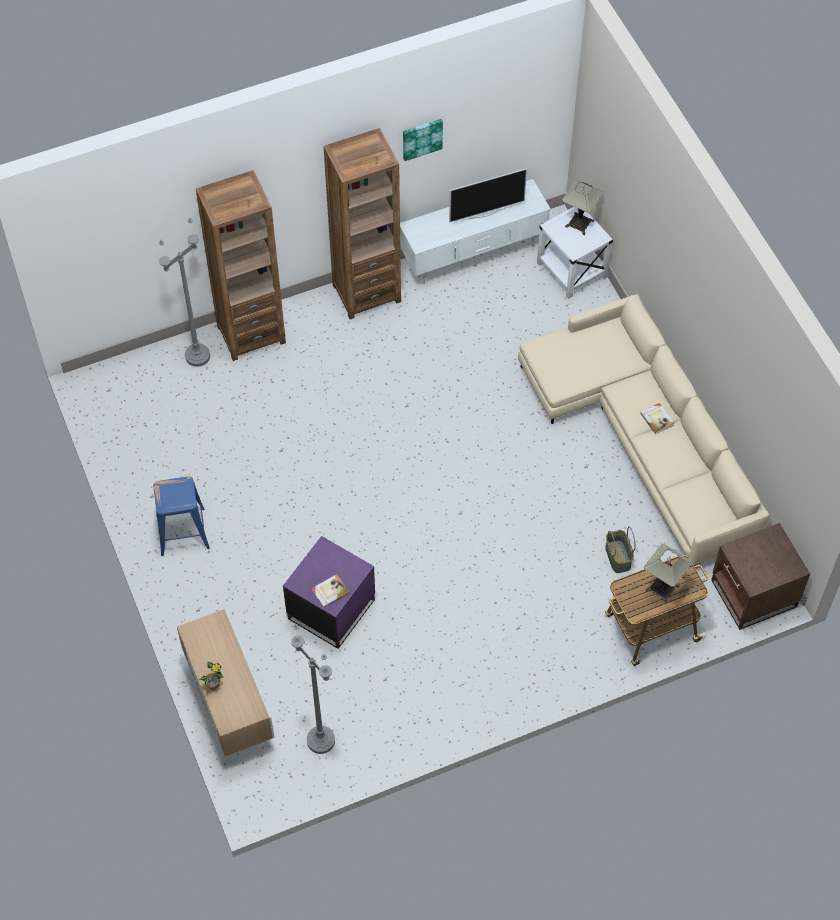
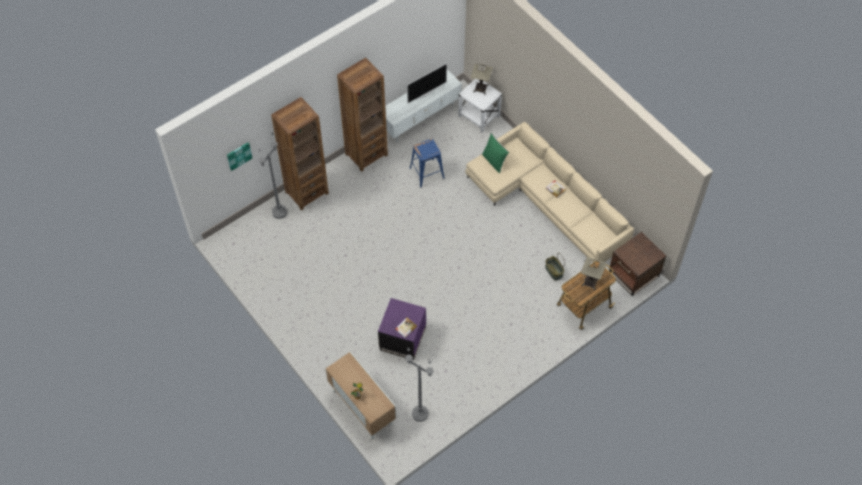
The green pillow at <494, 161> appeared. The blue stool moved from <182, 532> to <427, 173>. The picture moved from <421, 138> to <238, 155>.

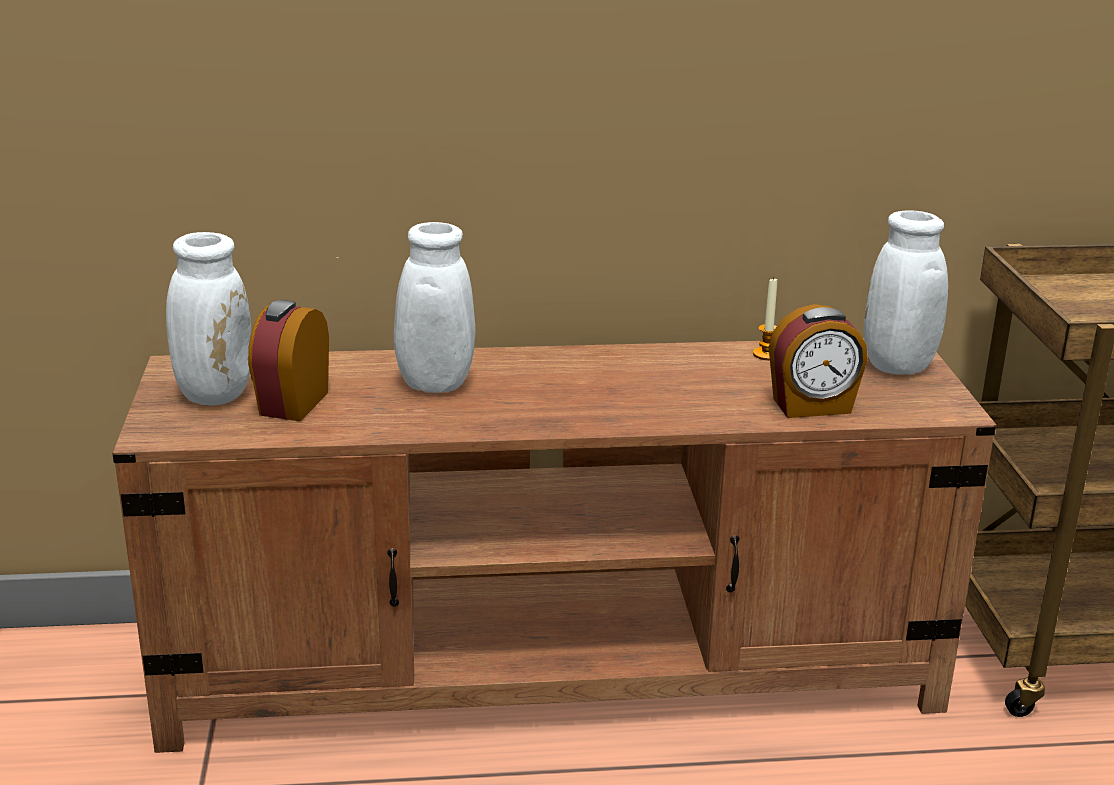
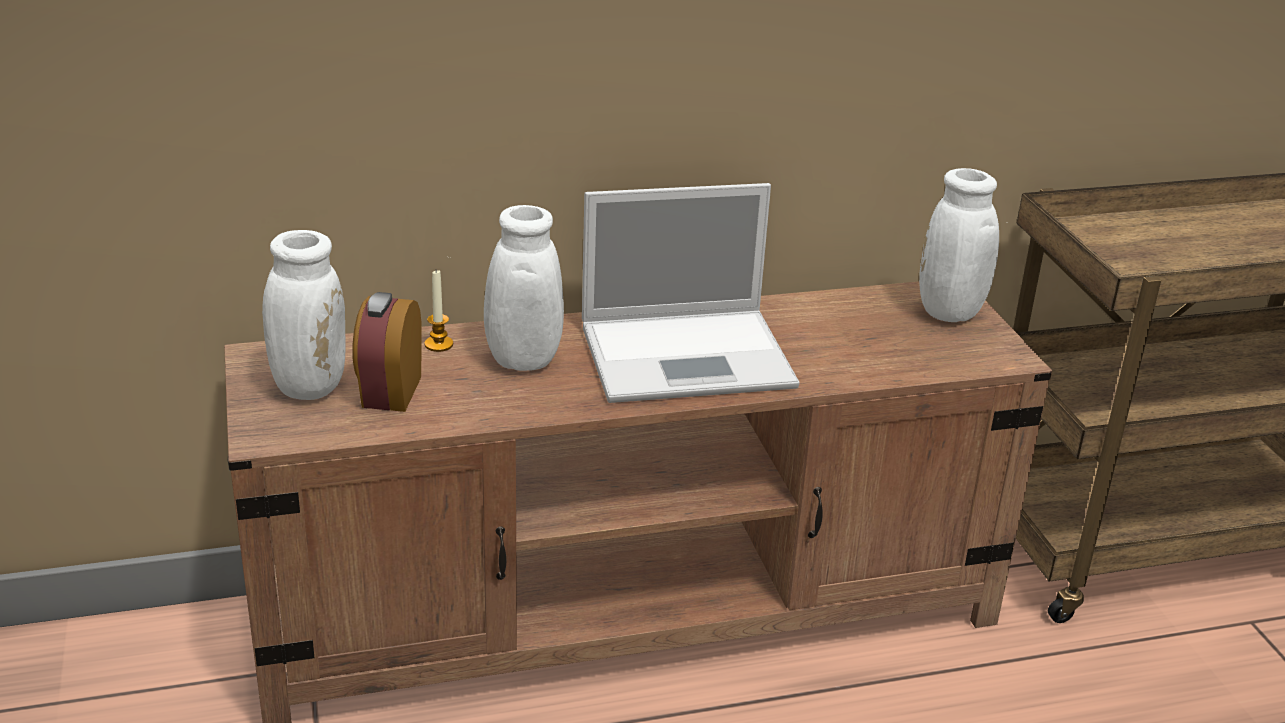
The alarm clock at <812, 407> disappeared. The laptop at <690, 355> appeared. The candle moved from <766, 354> to <439, 344>.

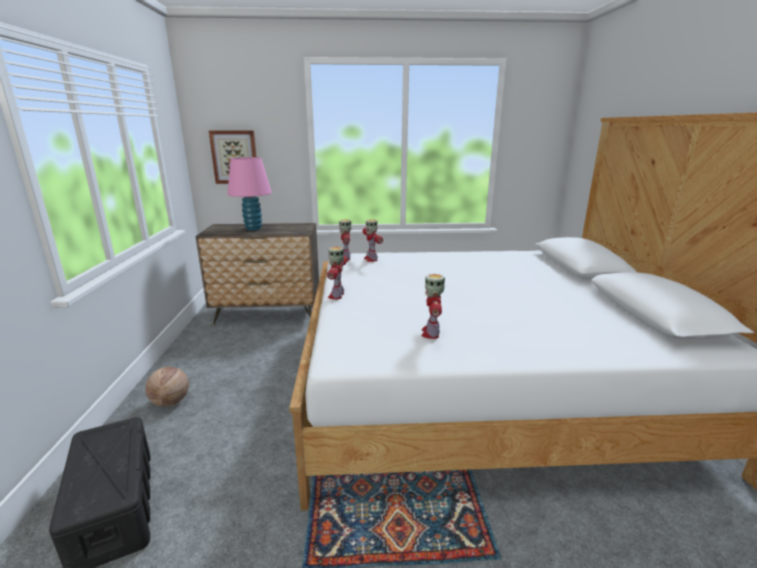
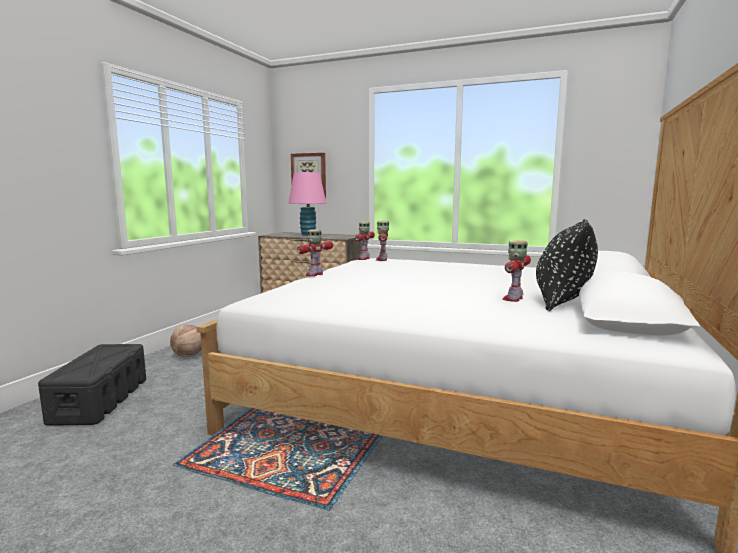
The black pillow at <562, 302> appeared. The toy robot moved from <431, 333> to <514, 299>.

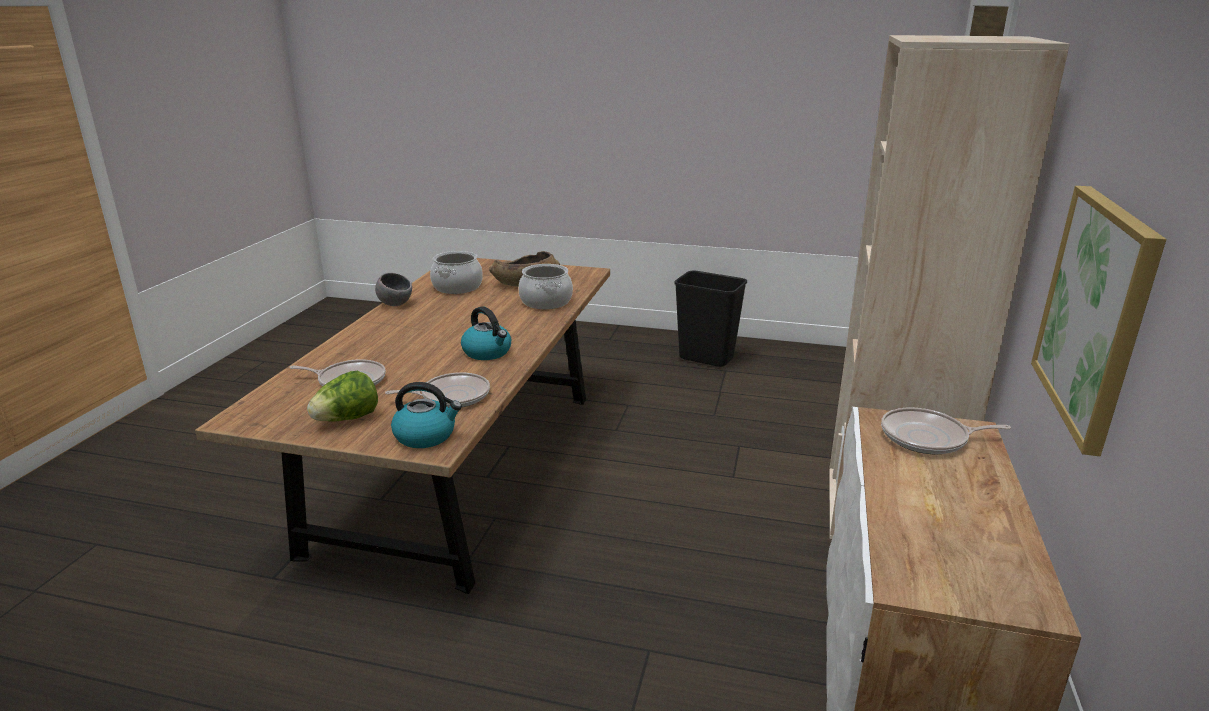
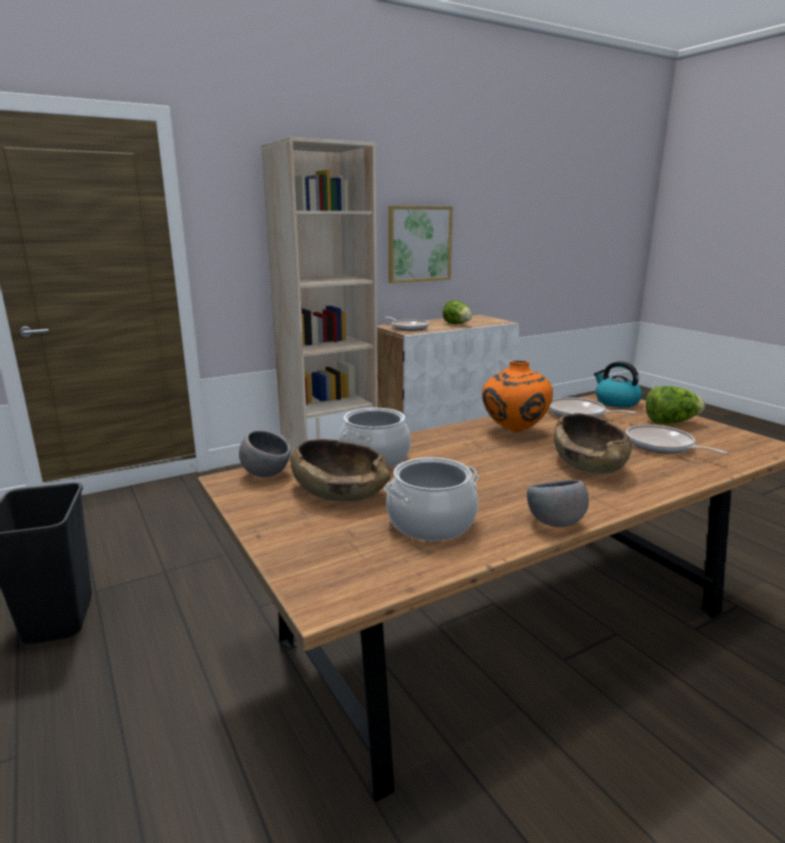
The grey bowl at <266, 474> appeared. The lettuce at <457, 324> appeared. The brown bowl at <589, 464> appeared. The kettle at <488, 352> was replaced by the orange vase at <514, 431>.

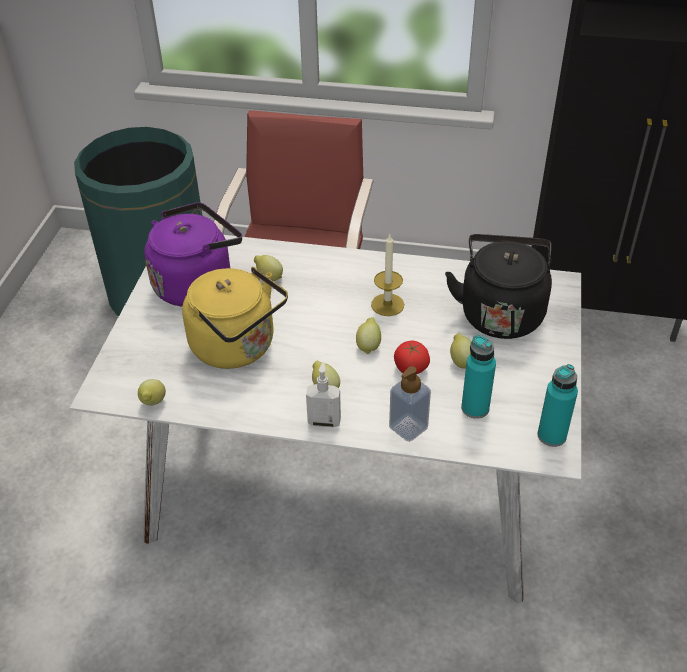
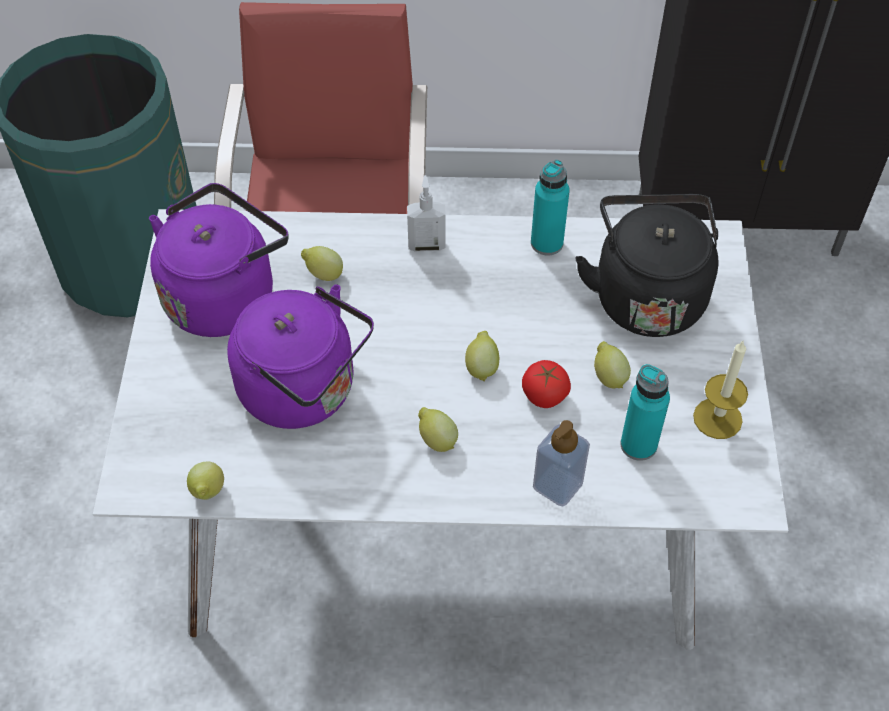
The soap dispenser moved from <324, 421> to <426, 244>. The candle moved from <387, 304> to <717, 418>. The turquoise bottle moved from <551, 435> to <546, 243>. The yellow kettle at <238, 347> became the purple kettle at <305, 391>.

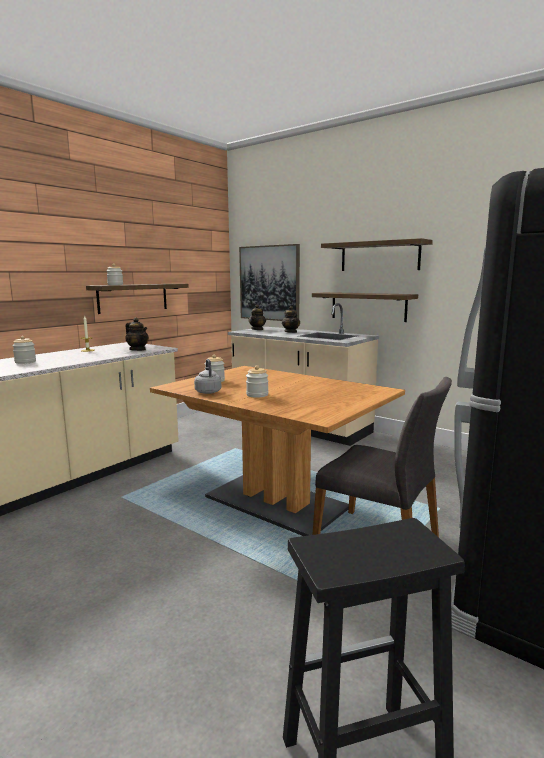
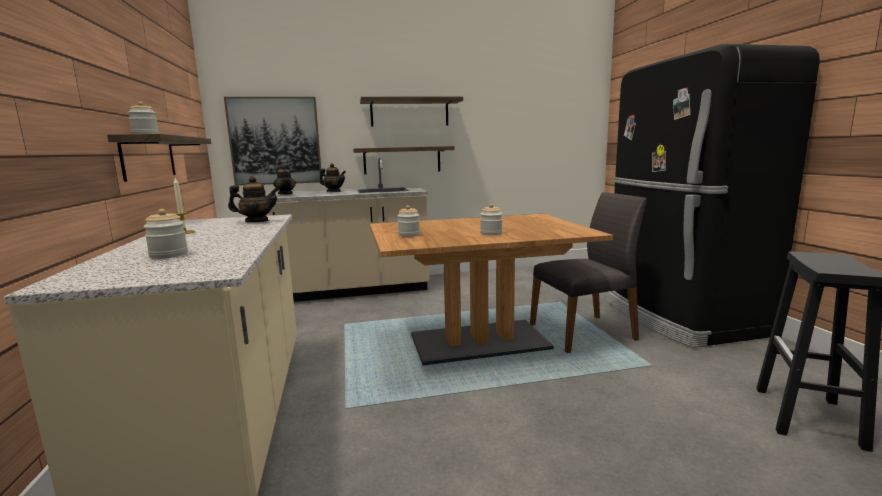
The grey kettle at <208, 391> disappeared.

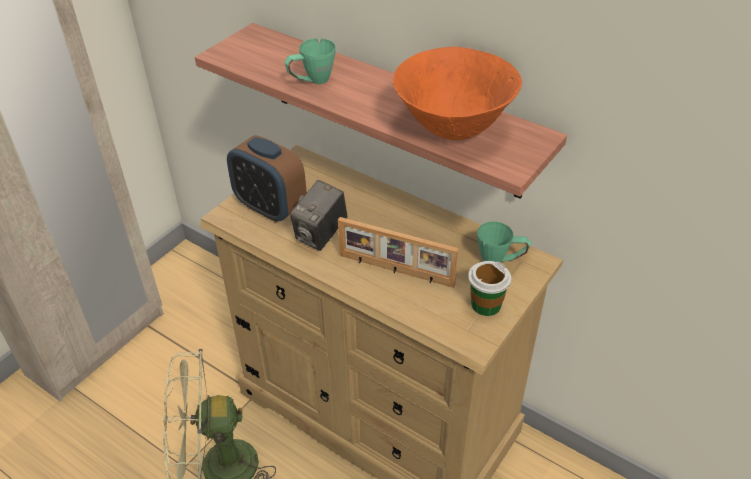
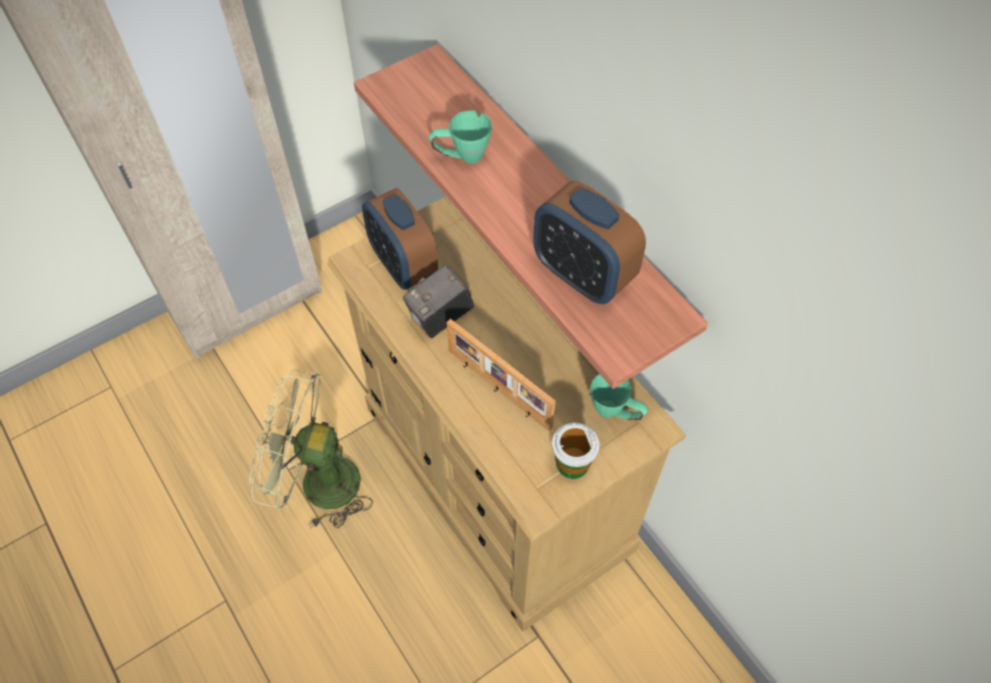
The orange bowl at <453, 128> was replaced by the alarm clock at <582, 275>.

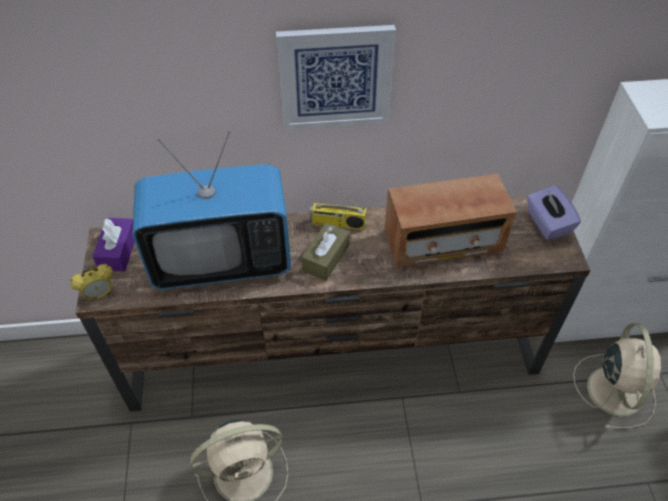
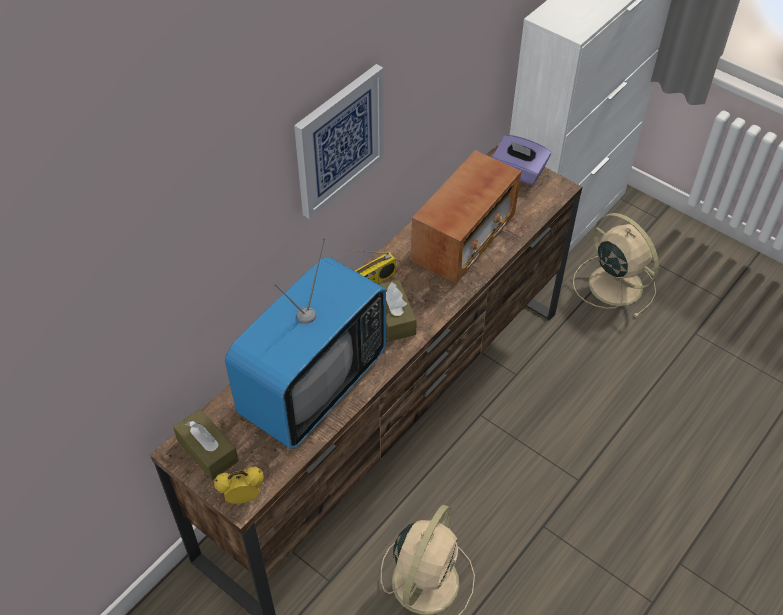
The purple tissue box at <118, 251> became the brown tissue box at <207, 451>. The alarm clock at <100, 295> turned 120 degrees counterclockwise.

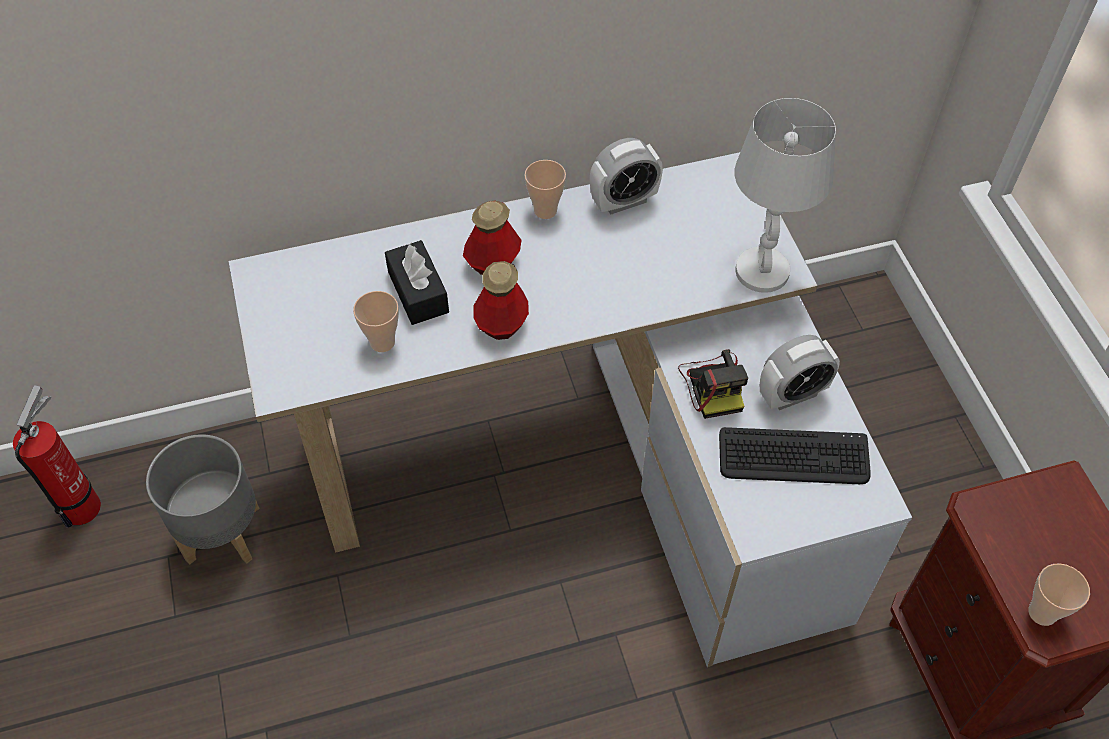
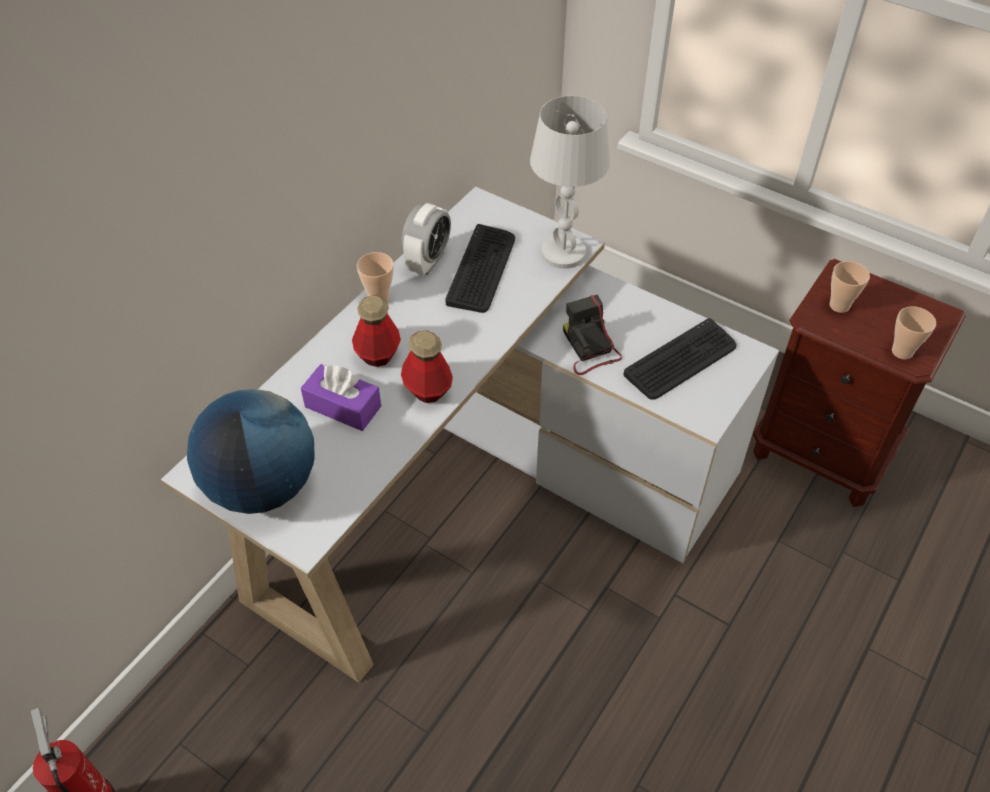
The grey planter at <222, 533> disappeared. The alarm clock at <792, 394> disappeared. The globe at <262, 486> appeared. The keyboard at <481, 269> appeared. The cup moved from <382, 342> to <839, 305>. The black tissue box at <418, 292> became the purple tissue box at <343, 406>. The photo camera at <713, 385> turned 150 degrees counterclockwise.

